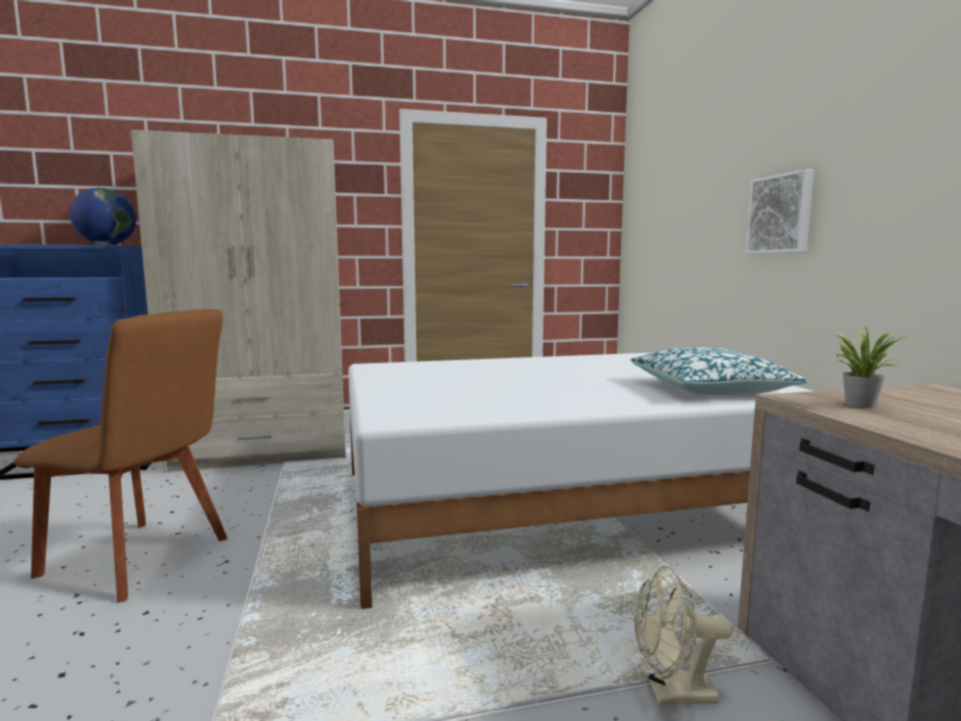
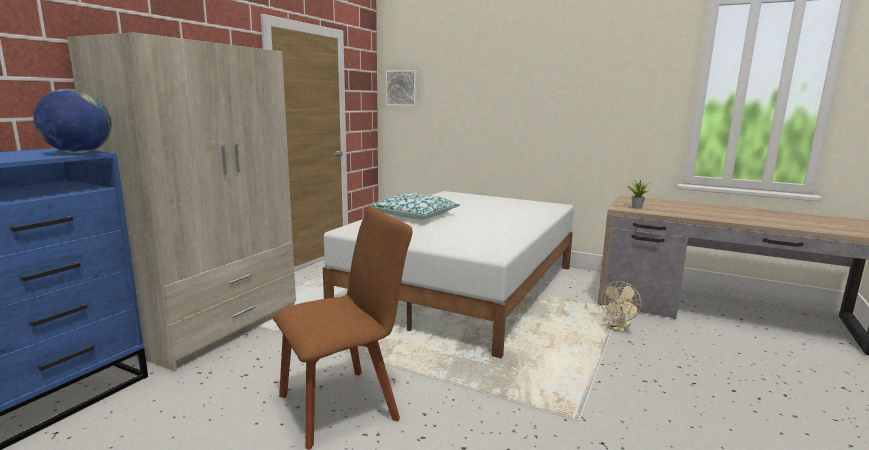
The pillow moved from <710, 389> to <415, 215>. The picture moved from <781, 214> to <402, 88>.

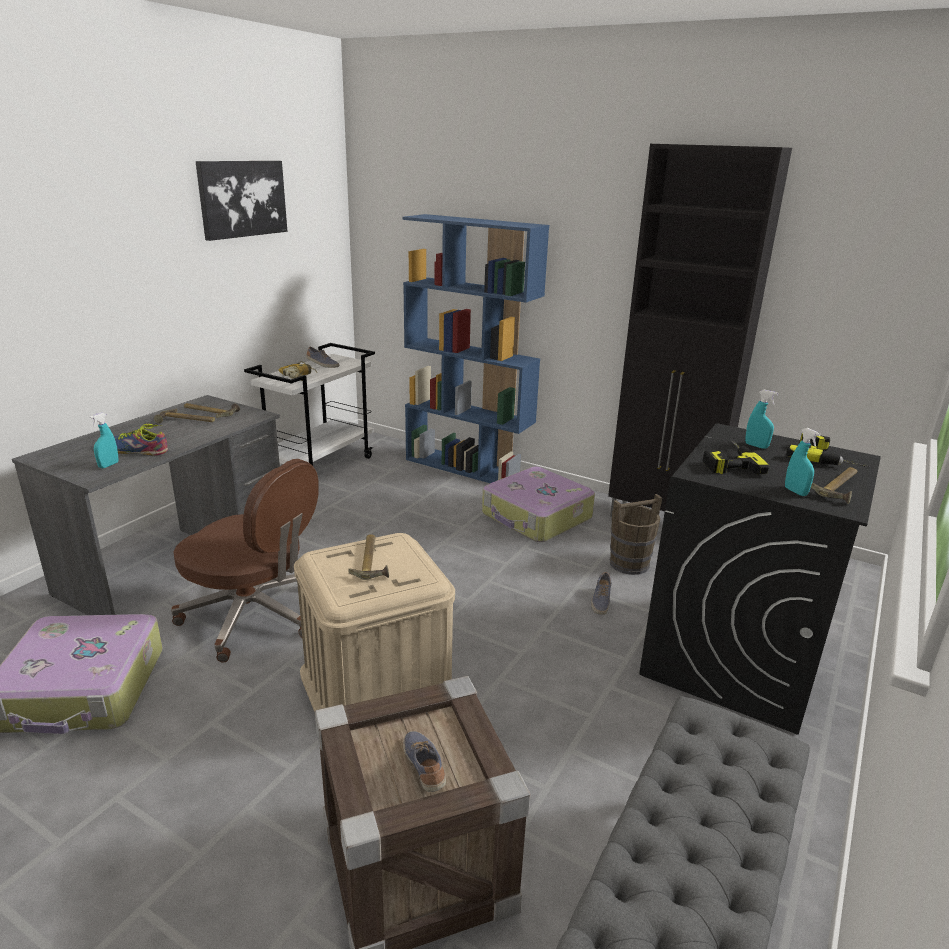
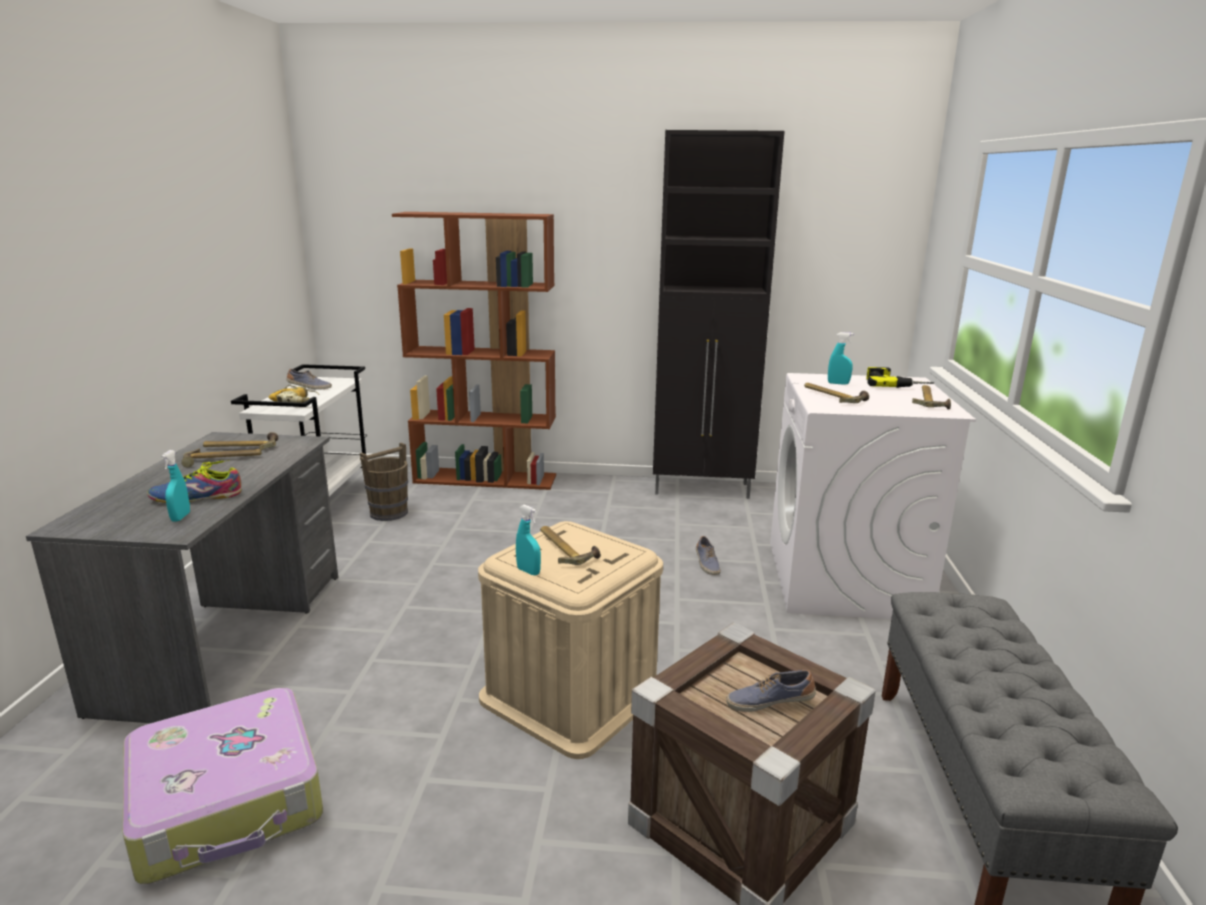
The brown office chair at <254, 617> disappeared. The picture at <242, 198> disappeared. The suitcase at <536, 517> disappeared. The brown bucket moved from <629, 564> to <389, 513>. The turquoise spray bottle moved from <795, 492> to <528, 571>. The power drill at <727, 461> was replaced by the hammer at <833, 396>. The blue bookcase at <468, 468> became the brown bookcase at <486, 479>. The black washing machine at <734, 658> became the white washing machine at <845, 580>. The shoe at <425, 767> turned 45 degrees counterclockwise.

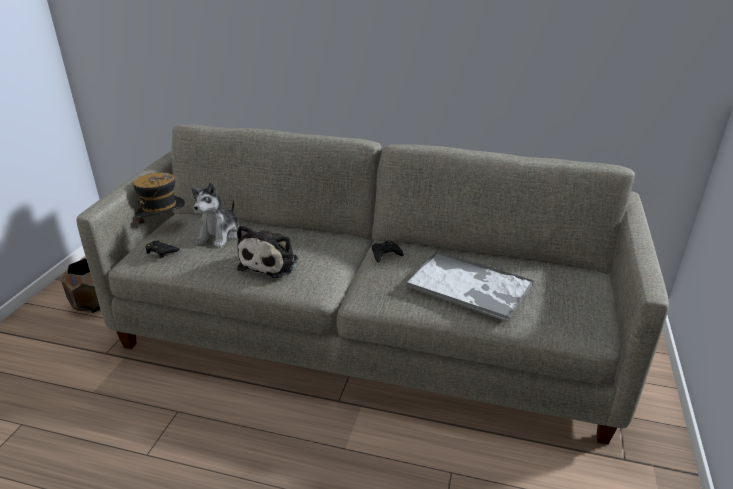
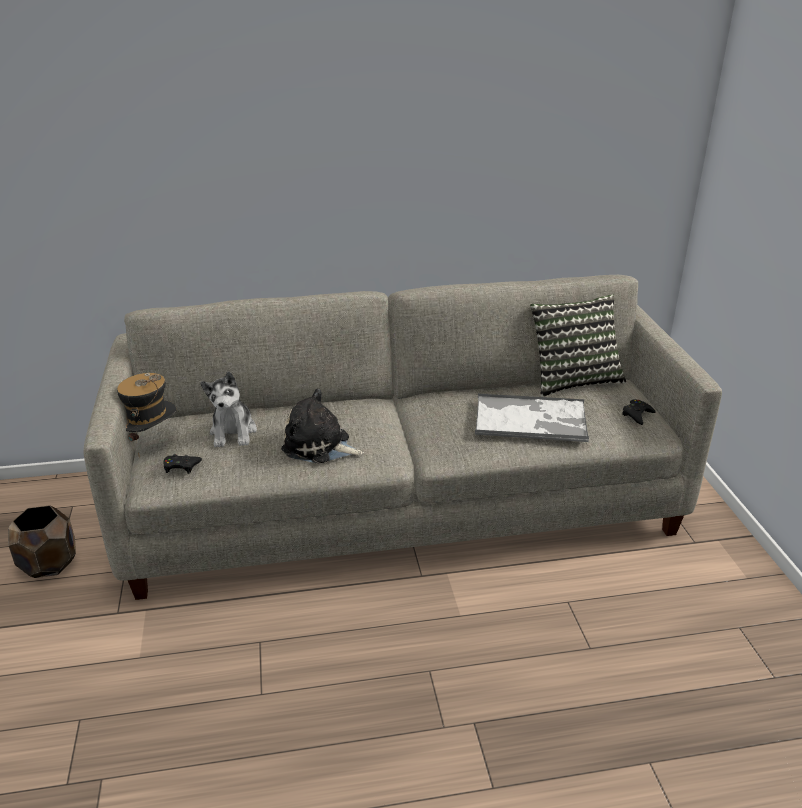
The pillow at <573, 379> appeared. The black game controller moved from <385, 254> to <637, 415>. The plush toy at <271, 262> turned 120 degrees clockwise.

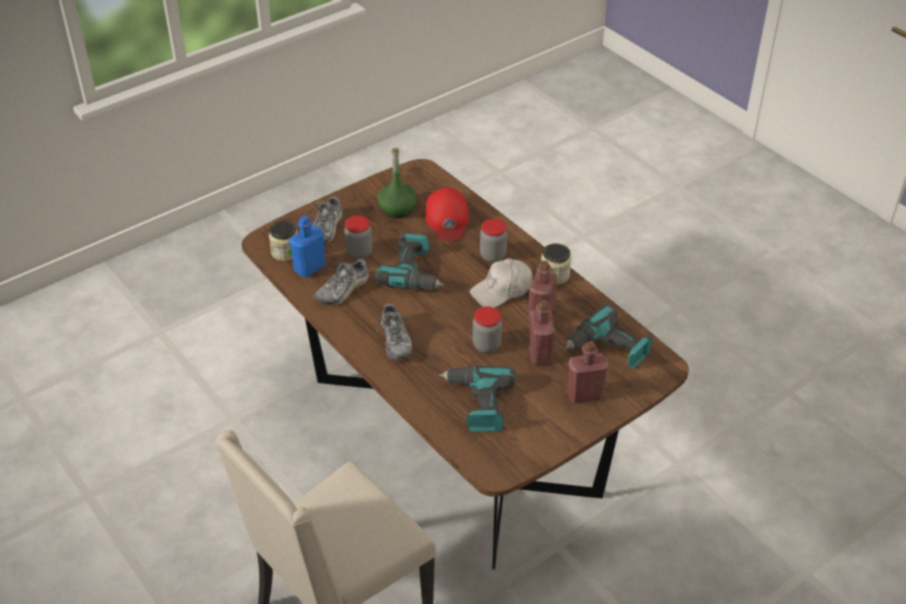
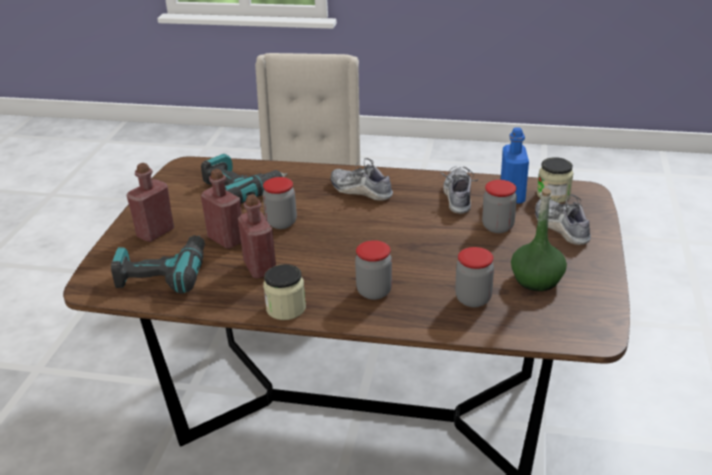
The power drill at <413, 273> disappeared. The white cap at <502, 290> disappeared. The red cap at <447, 219> was replaced by the jar at <473, 299>.

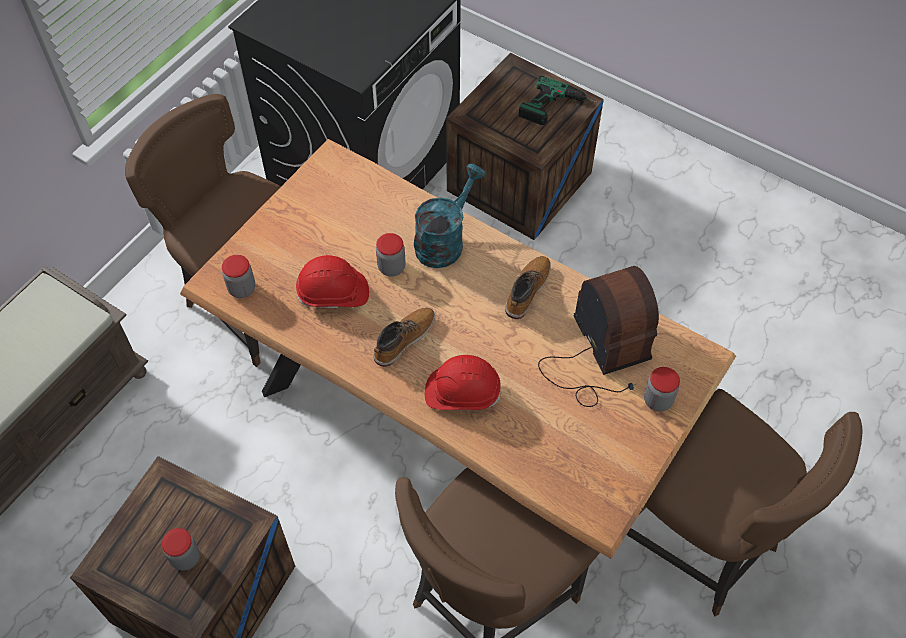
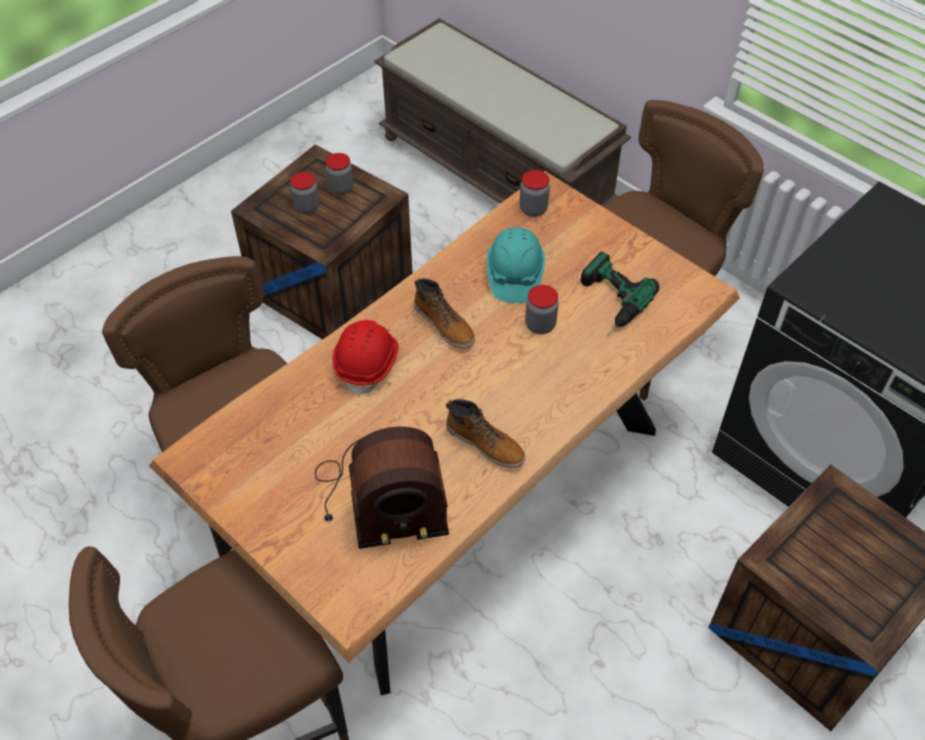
The turquoise watering can at <444, 240> disappeared. The power drill moved from <558, 109> to <607, 302>. The jar moved from <657, 400> to <341, 188>. The red hard hat at <333, 294> became the turquoise hard hat at <514, 275>.

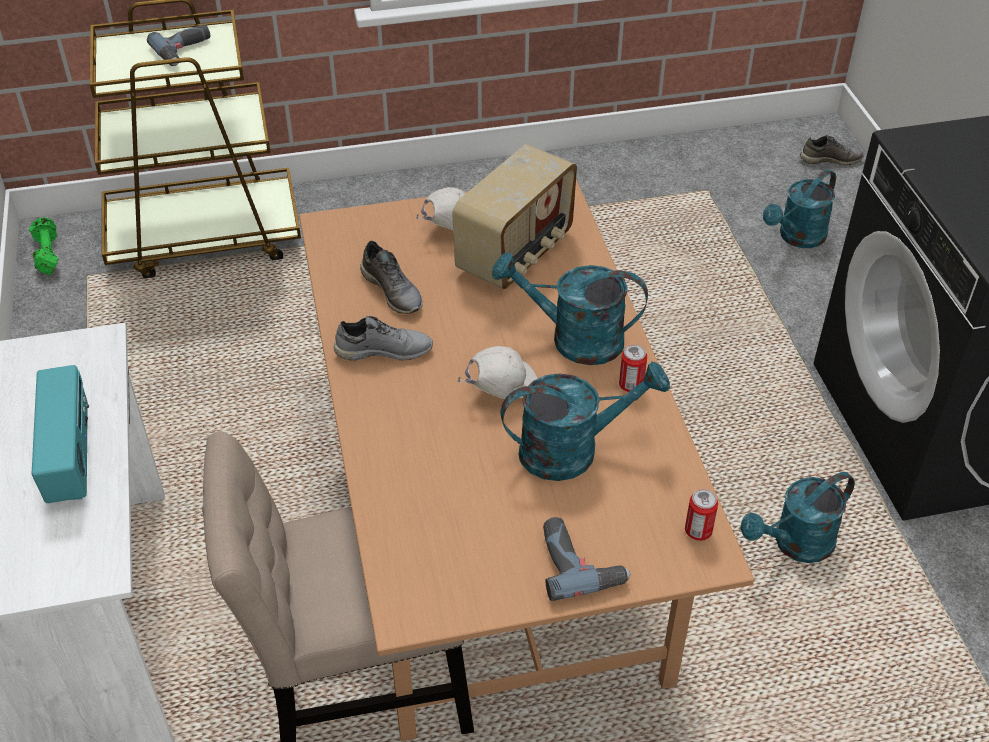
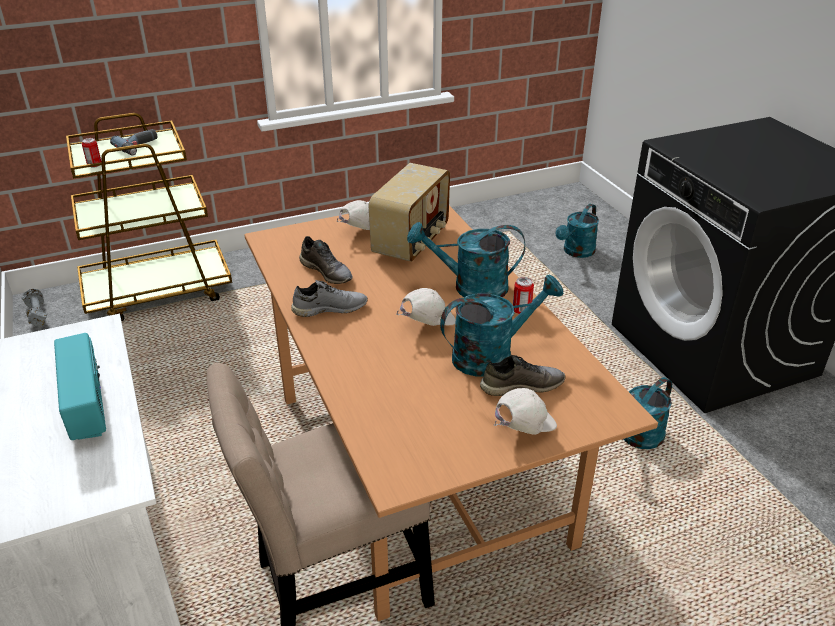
The can moved from <698, 531> to <94, 165>. The grey shoe moved from <830, 159> to <521, 385>. The power drill at <579, 562> was replaced by the white cap at <522, 428>. The green dumbbell at <47, 255> became the grey dumbbell at <37, 315>.

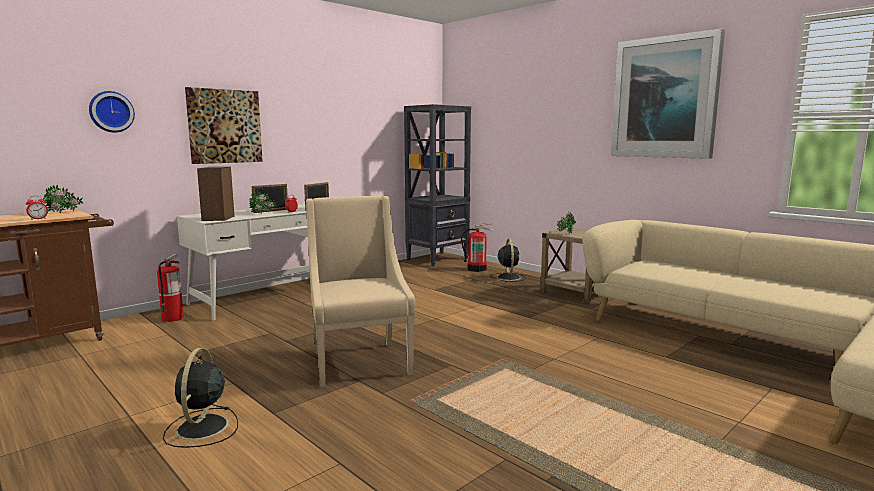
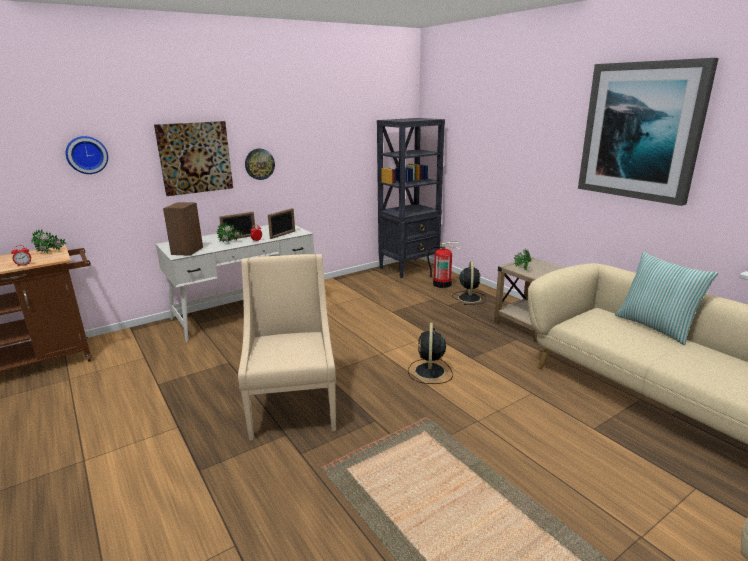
The fire extinguisher at <173, 318> disappeared. The wall clock at <259, 164> appeared. The pillow at <655, 327> appeared. The black fan moved from <201, 428> to <429, 372>.

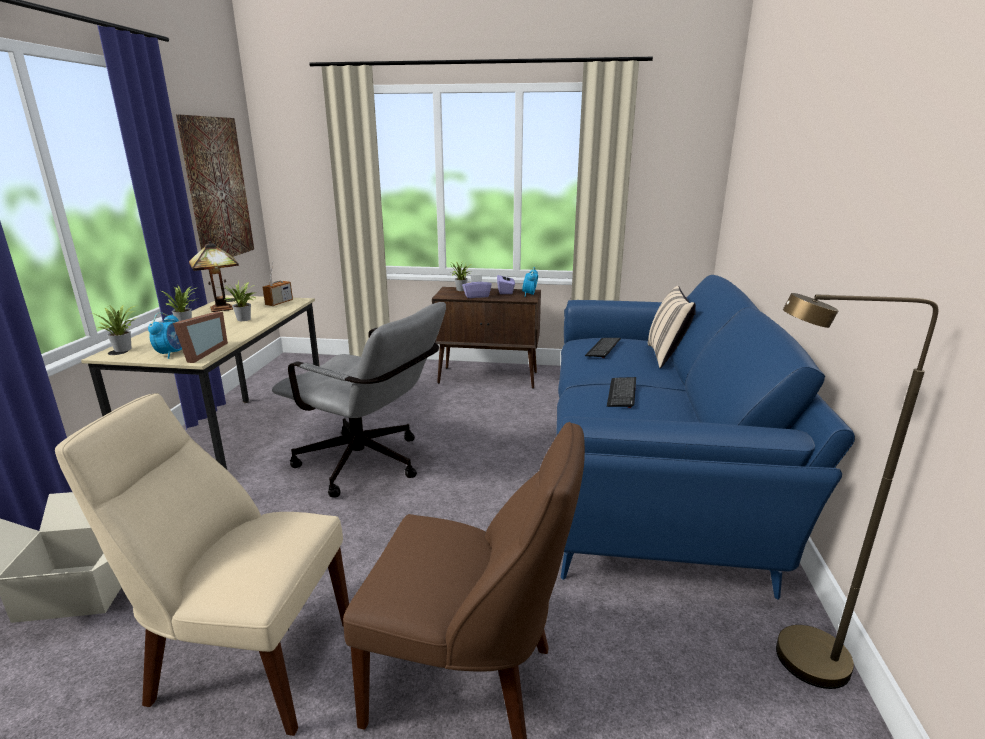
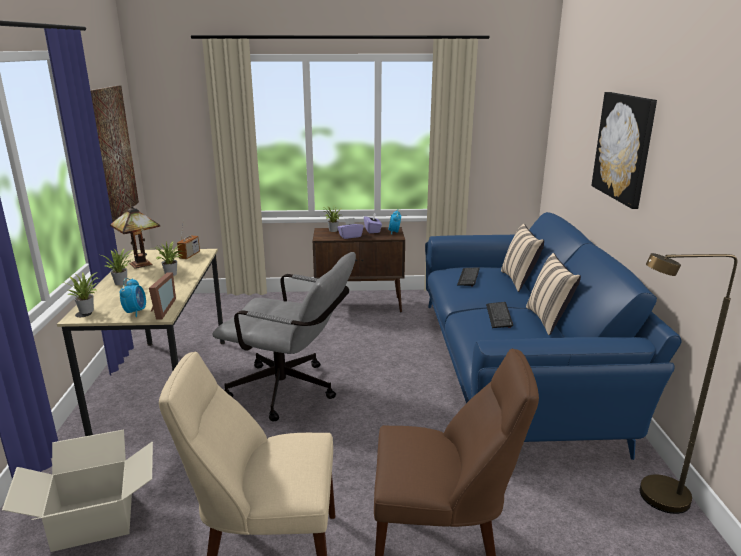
The beige pillow at <549, 320> appeared. The picture at <624, 147> appeared.

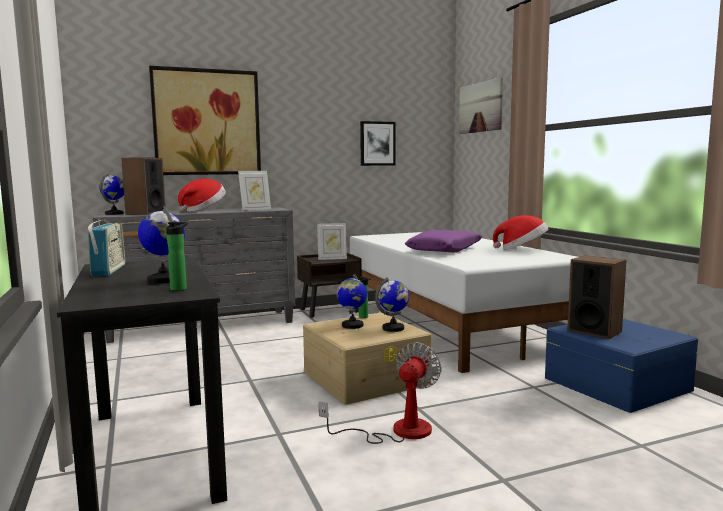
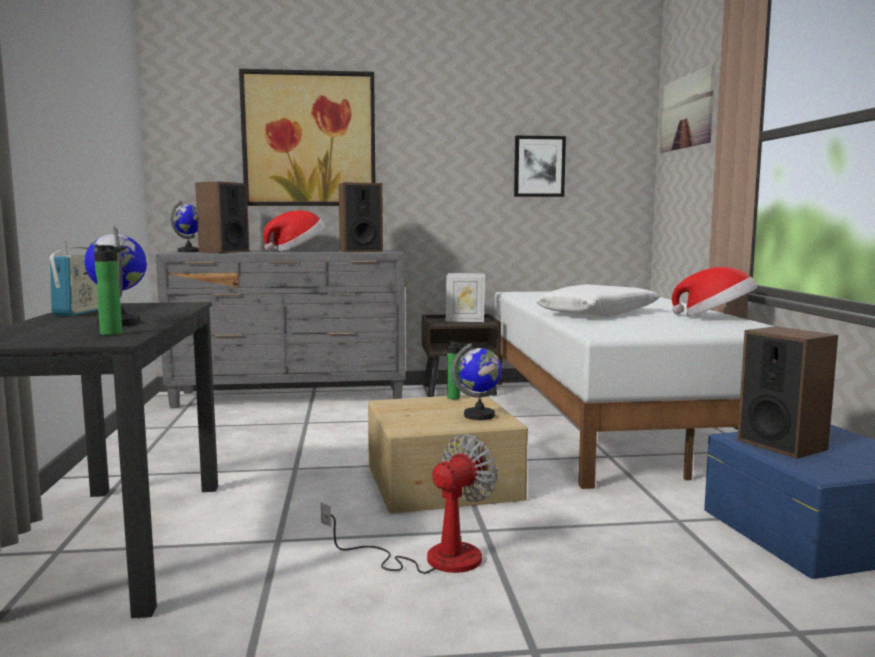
The globe at <352, 325> disappeared. The picture frame at <255, 209> was replaced by the speaker at <360, 251>. The purple pillow at <445, 250> became the white pillow at <598, 313>.

